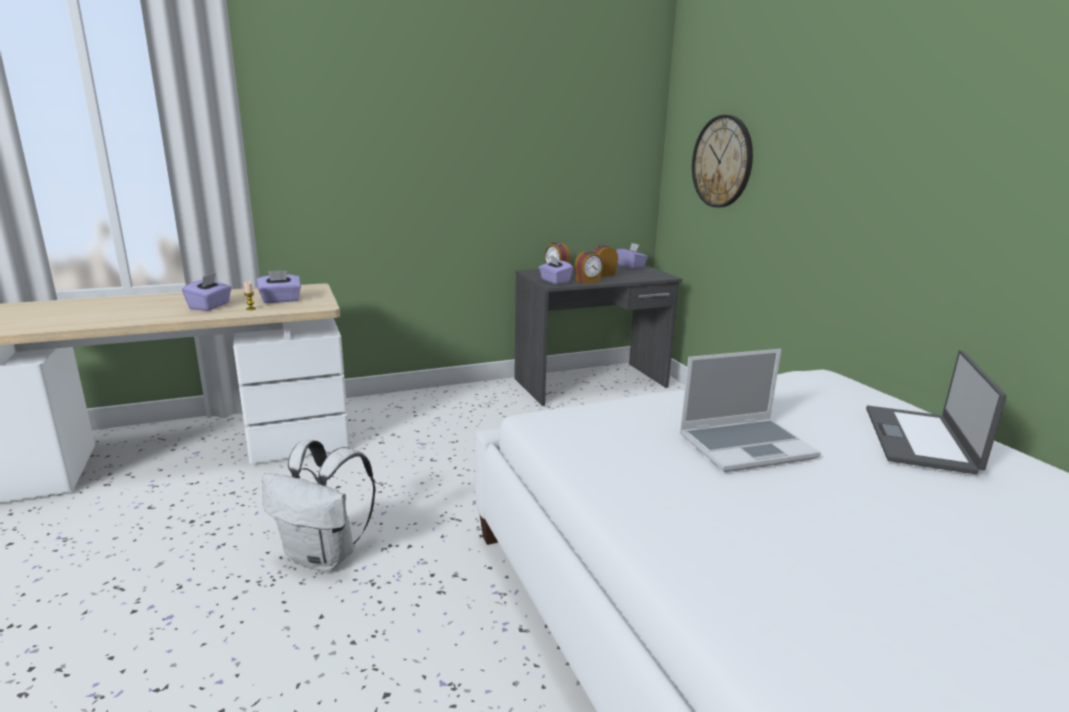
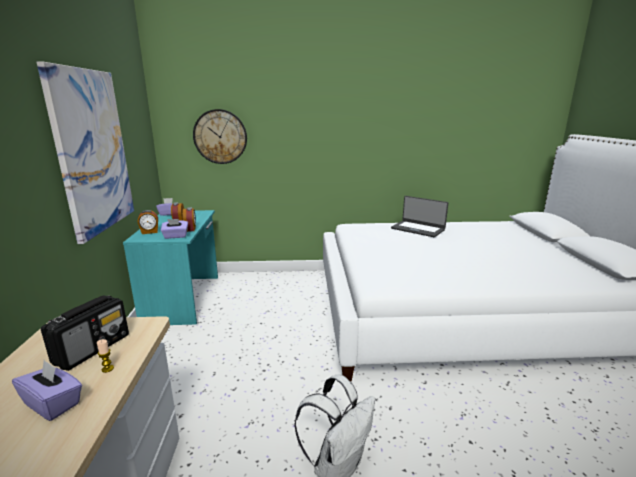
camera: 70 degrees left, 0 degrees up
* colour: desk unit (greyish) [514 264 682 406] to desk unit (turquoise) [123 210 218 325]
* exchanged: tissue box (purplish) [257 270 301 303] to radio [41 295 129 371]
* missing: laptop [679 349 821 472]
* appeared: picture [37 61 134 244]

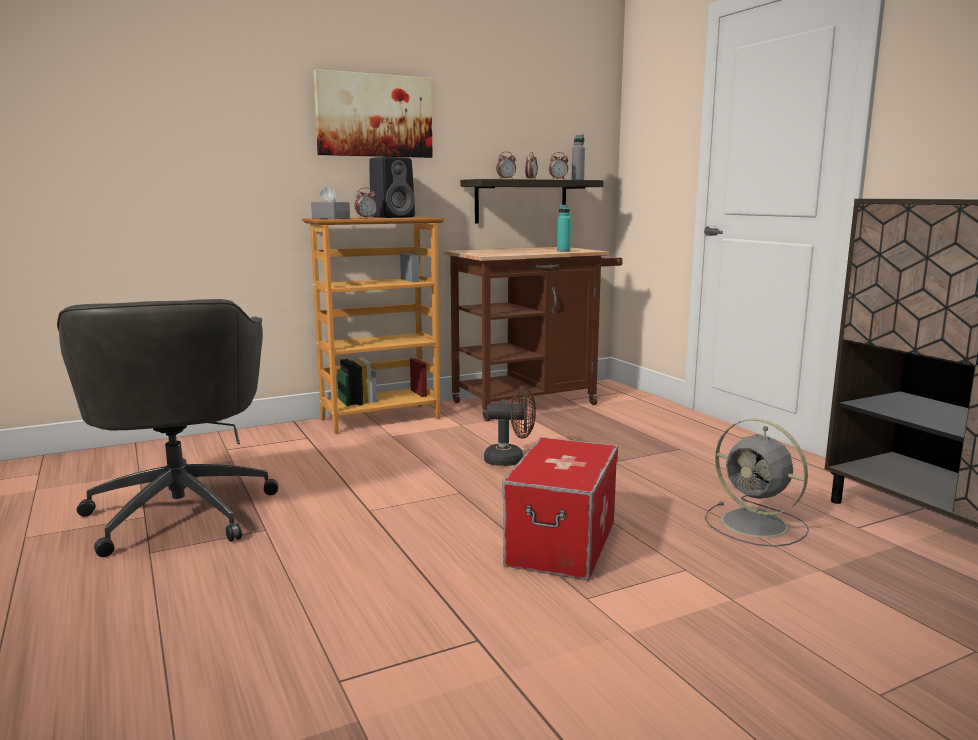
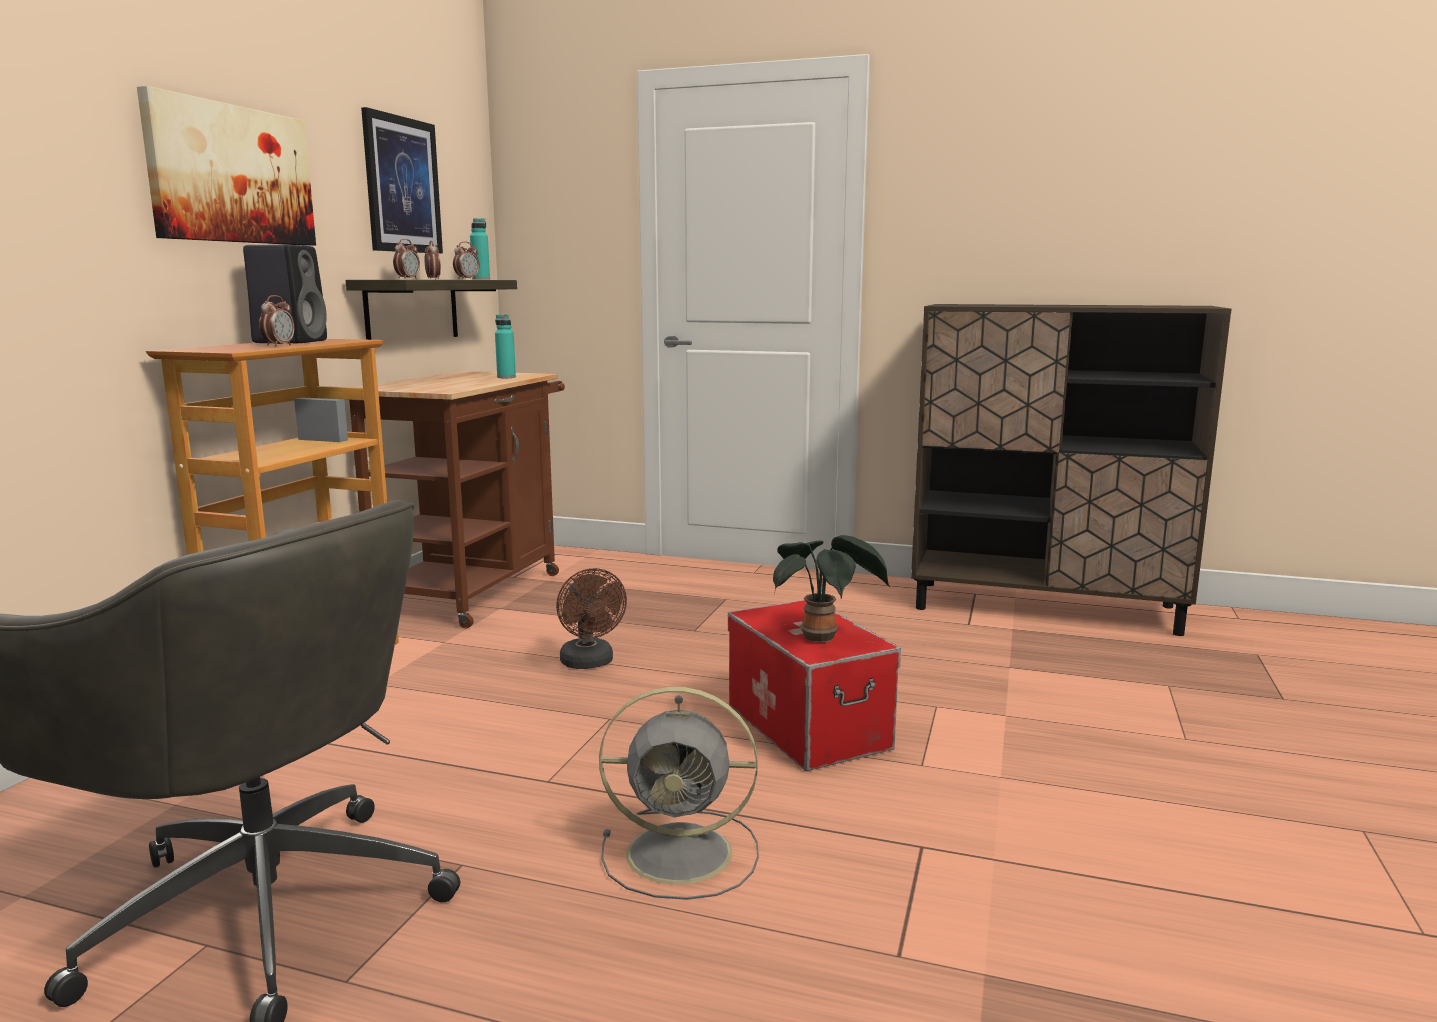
camera: 45 degrees left, 0 degrees up
* colour: bottle (greyish) [571 135 585 180] to bottle (turquoise) [470 218 490 280]
* missing: tissue box (greyish) [311 186 350 219]
* spun: cooling fan (brown-coloured) [484 386 536 466] = [556 568 627 669] 105 degrees clockwise
* relocated: cooling fan (greyish) [705 419 809 547] to [599 687 759 900]
* appeared: picture [361 107 443 254]
* appeared: houseplant [773 535 890 643]

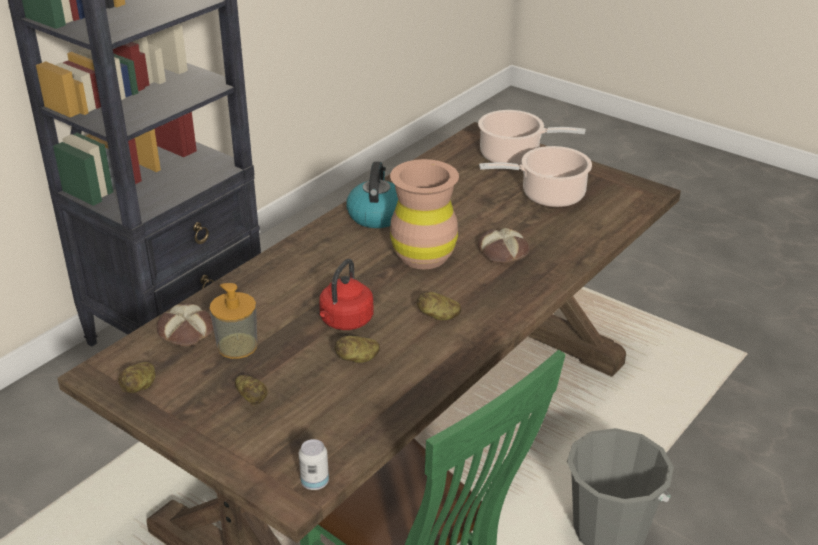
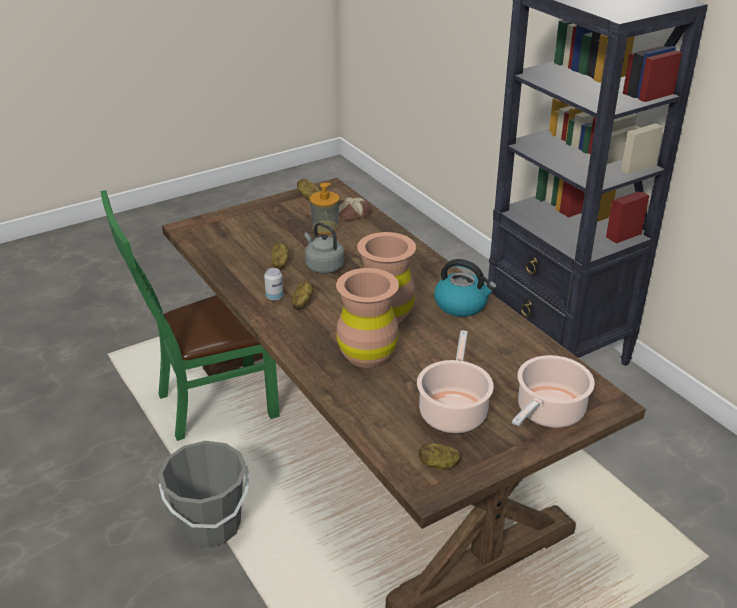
camera: 110 degrees right, 0 degrees up
* exchanged: bread [478 228 530 263] to flower vase (brown-coloured) [336 268 399 368]
* colour: kettle (reddish) [319 259 374 330] to kettle (greyish) [304 222 344 274]
* relocated: spud [235 375 268 406] to [419 443 461 470]
* relocated: sealed can [299 439 329 490] to [264 268 283 301]

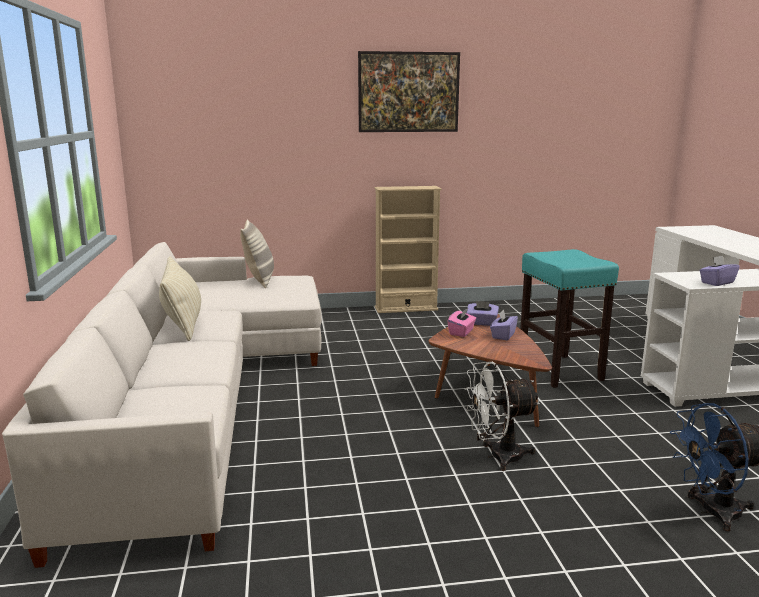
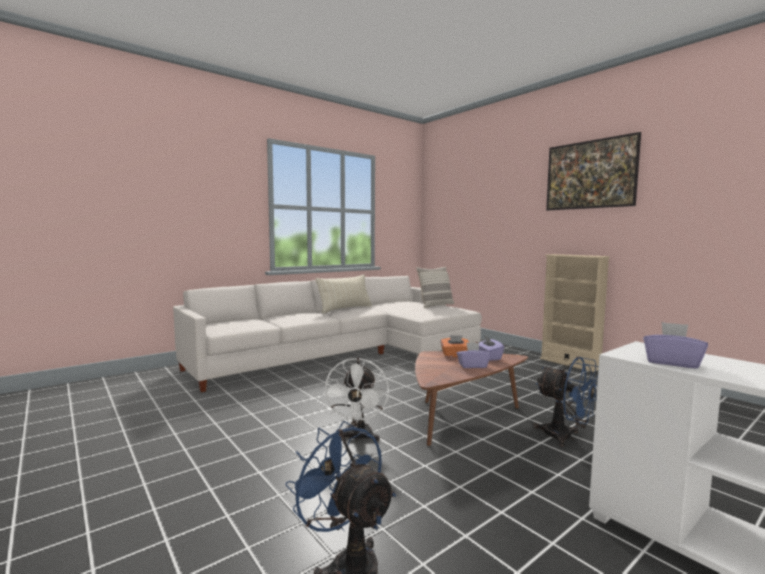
camera: 60 degrees right, 10 degrees down
* exchanged: stool seat (turquoise) [520 249 619 388] to cooling fan (bluish) [533 357 599 447]
* colour: tissue box (pinkish) [448 308 476 337] to tissue box (orangey) [441 335 469 357]
* spun: cooling fan (whitish) [465 361 540 471] = [323 358 389 442] 135 degrees counterclockwise

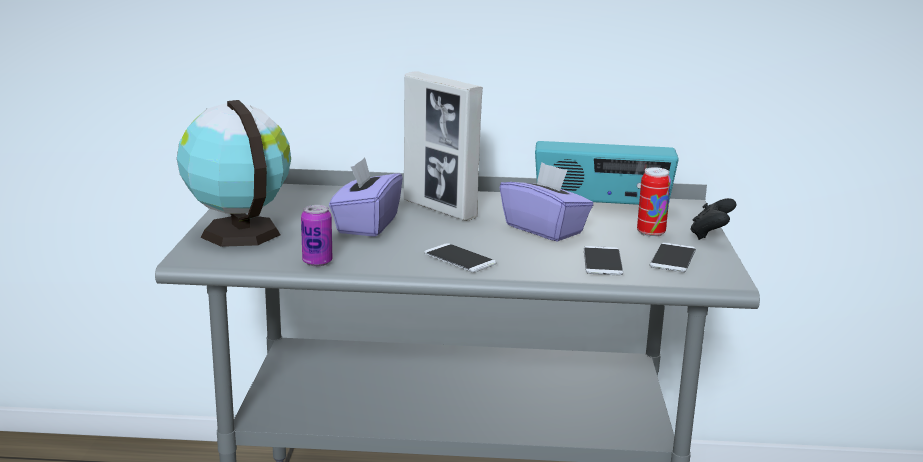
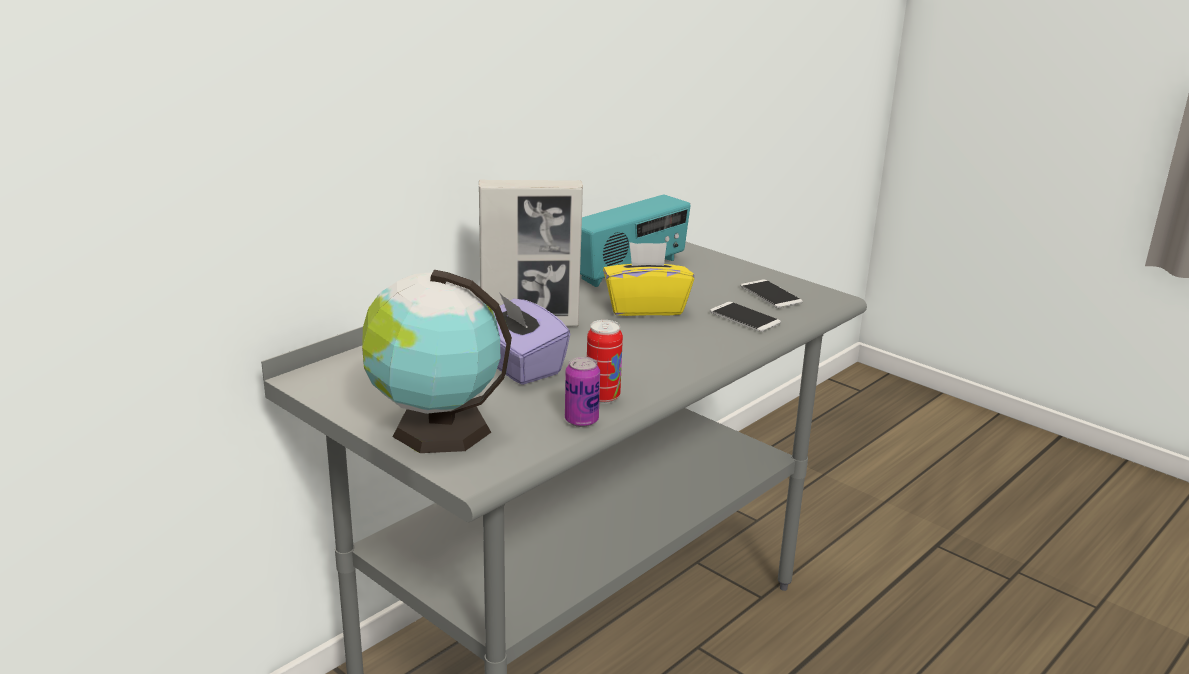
camera: 50 degrees left, 5 degrees up
* colour: tissue box (purplish) [500 162 594 242] to tissue box (yellowish) [603 242 694 316]
* relocated: sealed can [637 167 671 237] to [587 320 623 404]
* missing: game controller (black-coloured) [690 198 736 240]
* missing: phone [424 243 496 272]

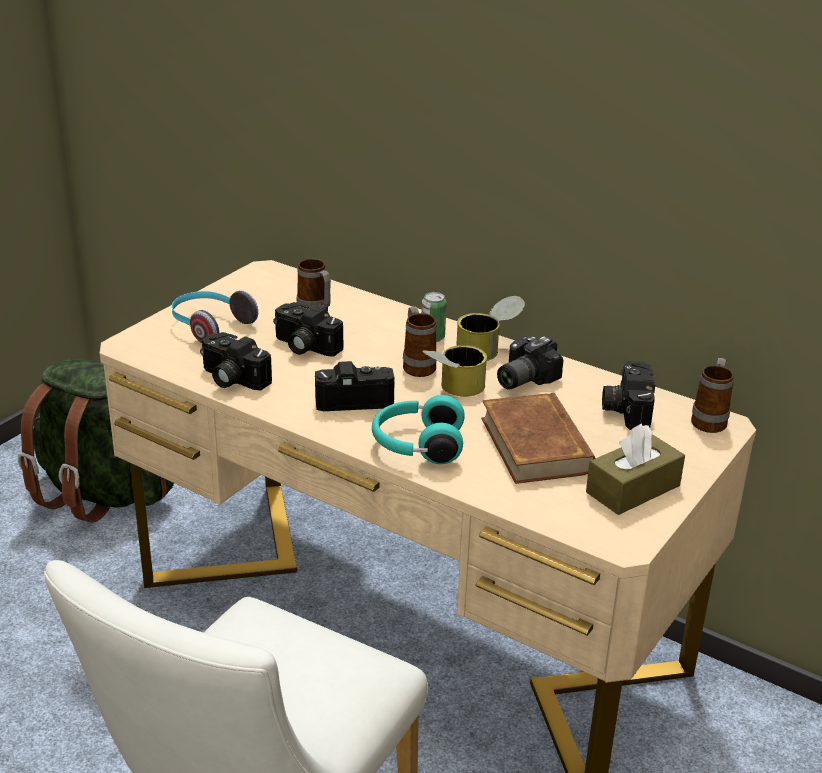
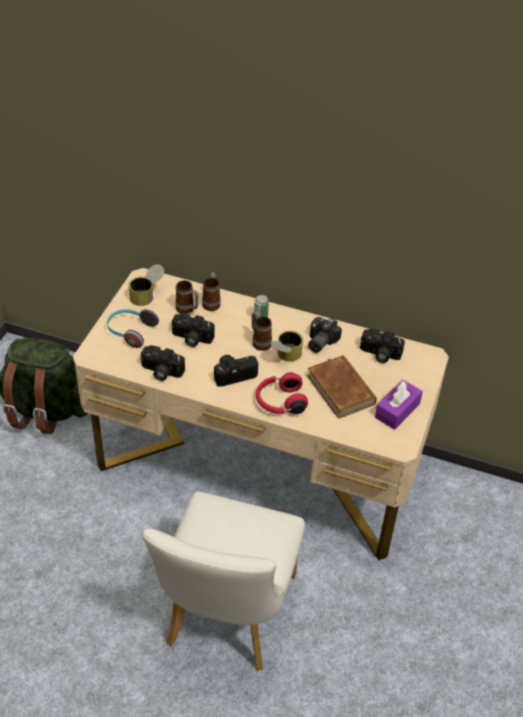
camera: 15 degrees left, 15 degrees up
* relocated: sealed can [456 296 525 361] to [128 264 165 306]
* relocated: coffee mug [691 358 734 433] to [202 272 221 311]
* spun: still camera [602 361 655 430] = [360 328 405 363] 60 degrees counterclockwise
* colour: pair of headphones (turquoise) [372 395 465 464] to pair of headphones (reddish) [256 372 308 414]
* colour: tissue box (brown-coloured) [586 423 685 515] to tissue box (purplish) [375 380 423 430]

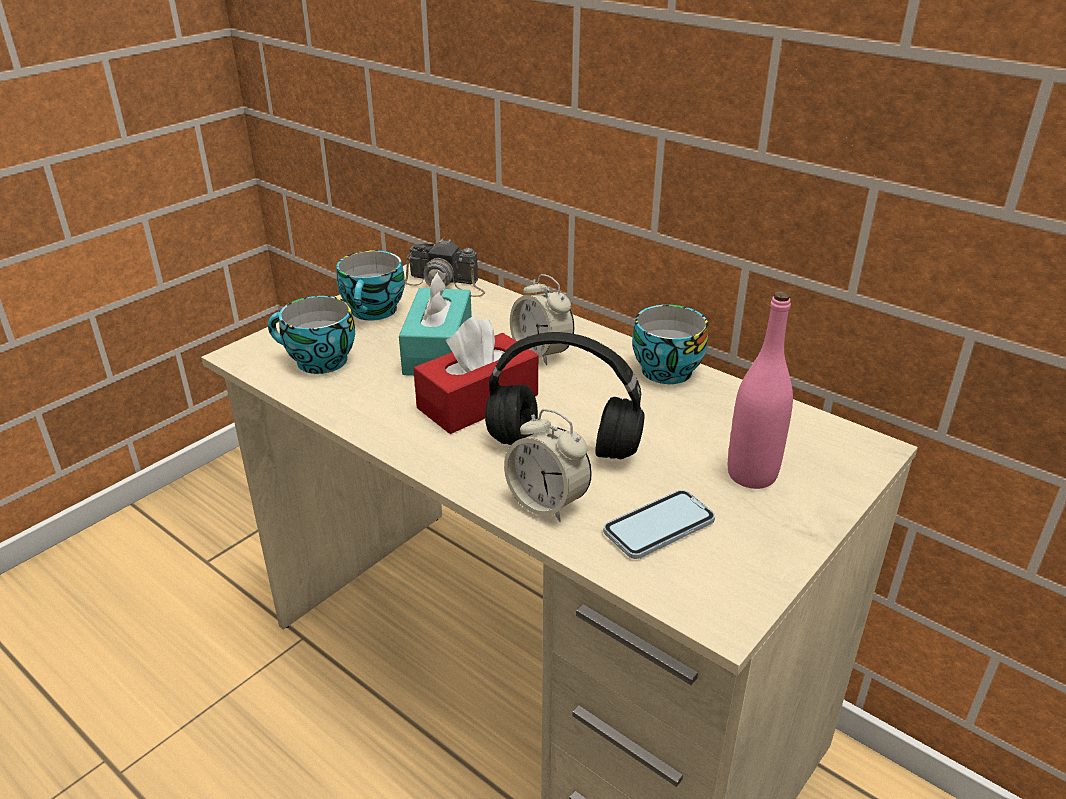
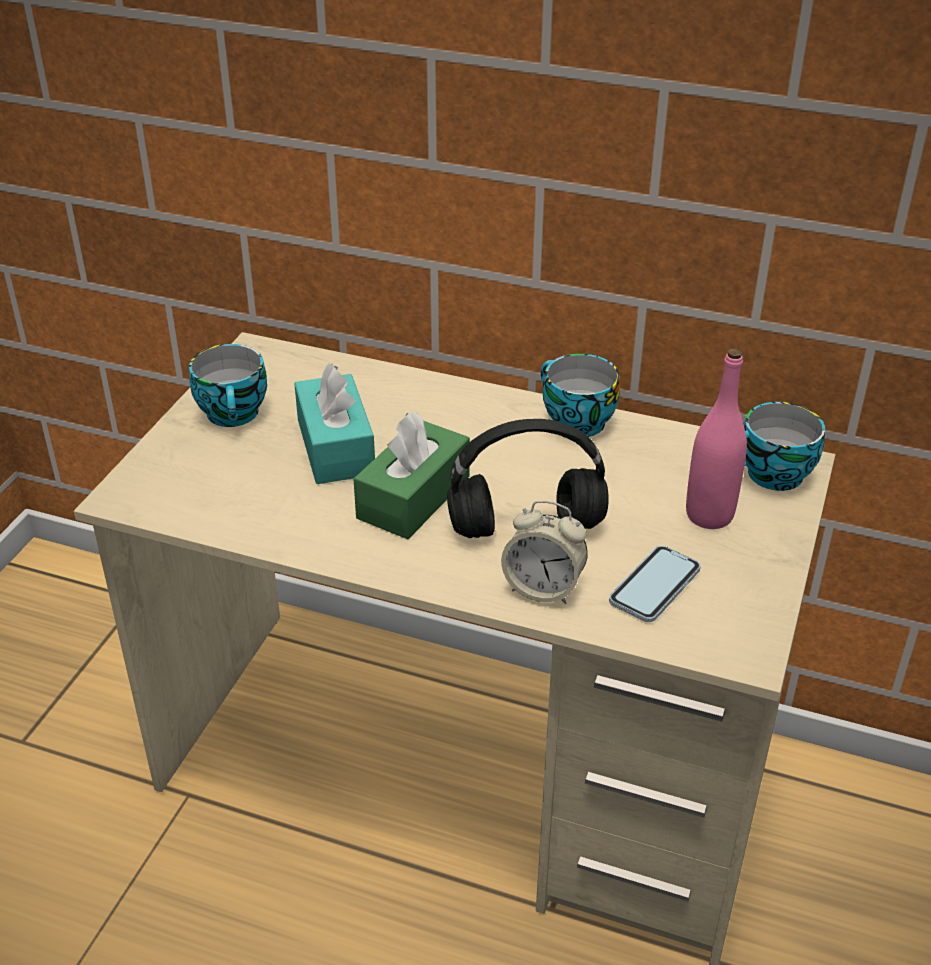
camera: 20 degrees left, 5 degrees up
* missing: still camera [405 238 485 297]
* missing: bedside clock [510 274 574 366]
* relocated: drinking cup [268 296 355 374] to [744 402 825 491]
* colour: tissue box (reddish) [413 316 538 434] to tissue box (green) [354 412 470 539]

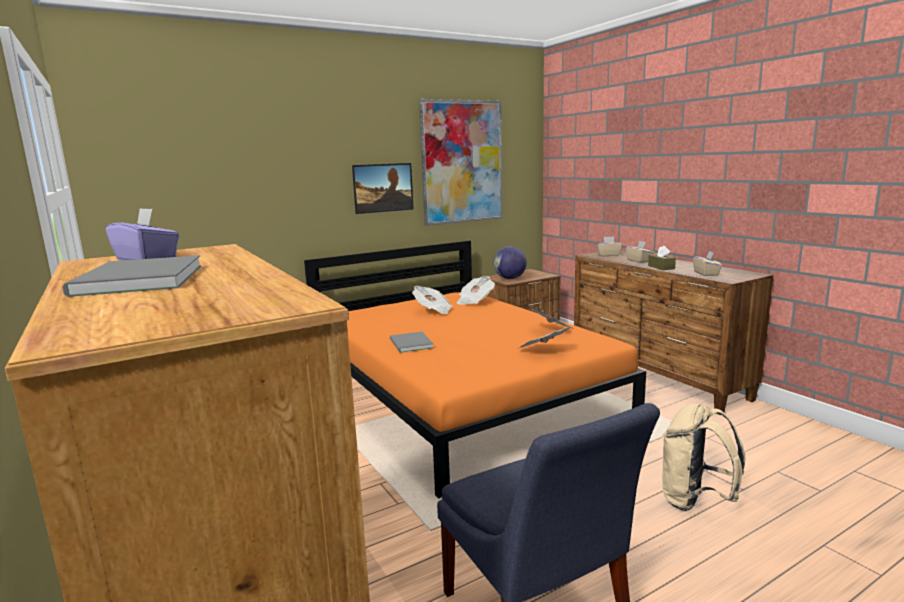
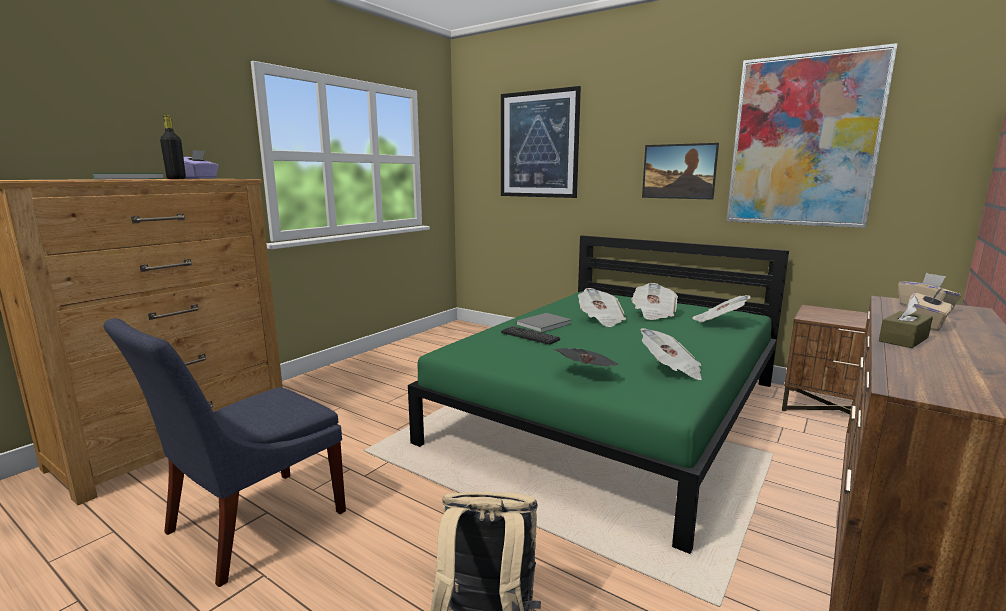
camera: 65 degrees right, 0 degrees up
* colour: sleeping bed (orangey) [304 241 646 498] to sleeping bed (green) [408 235 789 554]
* missing: desk globe [494 246 527 279]
* missing: tissue box (beige-coloured) [693 251 722 276]
* appeared: picture [501 86 581 198]
* appeared: bottle (black-coloured) [160 115 186 179]
* appeared: daily paper [578 288 626 327]
* appeared: keyboard [501 326 560 345]

